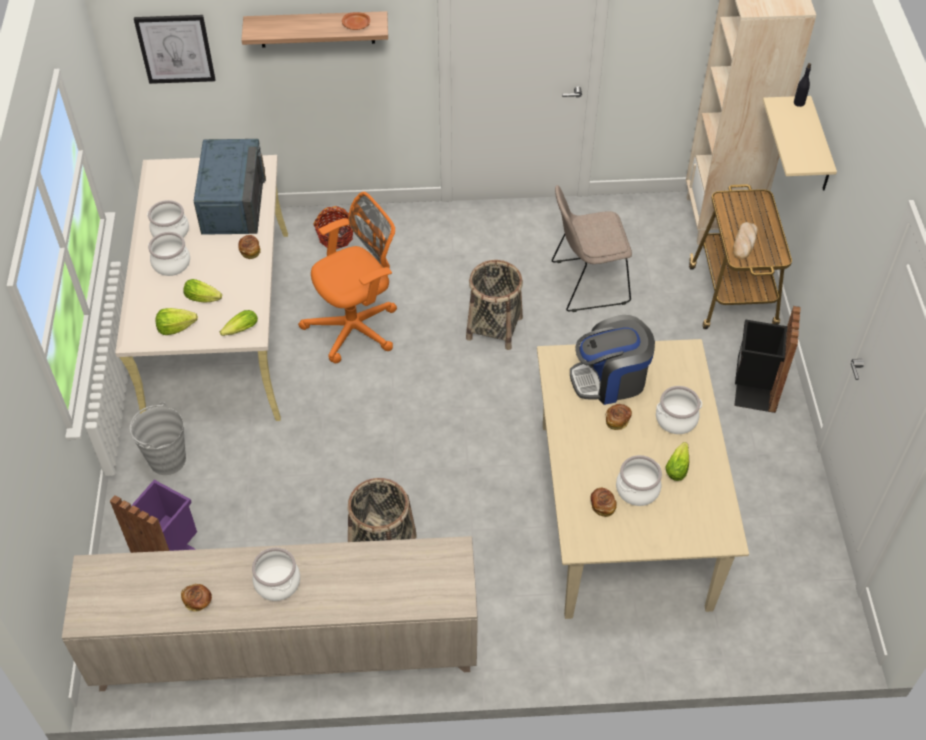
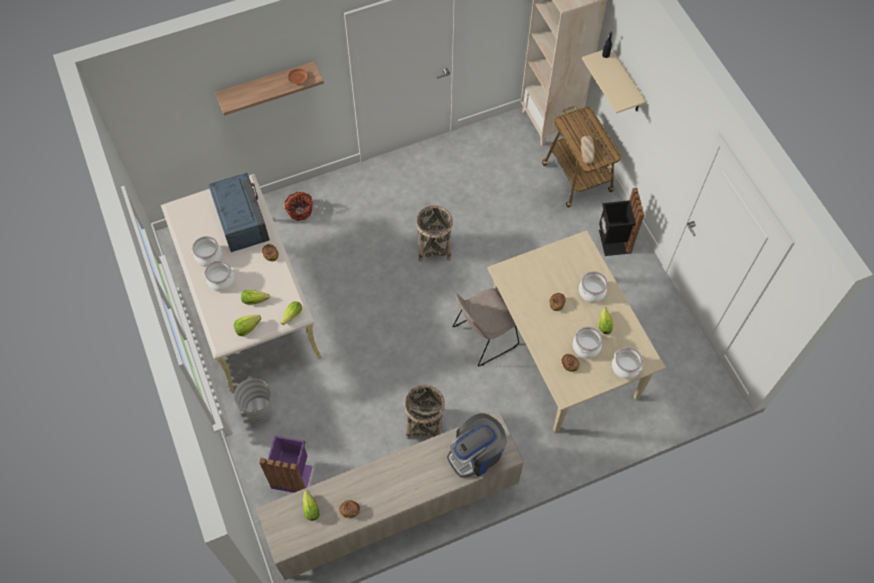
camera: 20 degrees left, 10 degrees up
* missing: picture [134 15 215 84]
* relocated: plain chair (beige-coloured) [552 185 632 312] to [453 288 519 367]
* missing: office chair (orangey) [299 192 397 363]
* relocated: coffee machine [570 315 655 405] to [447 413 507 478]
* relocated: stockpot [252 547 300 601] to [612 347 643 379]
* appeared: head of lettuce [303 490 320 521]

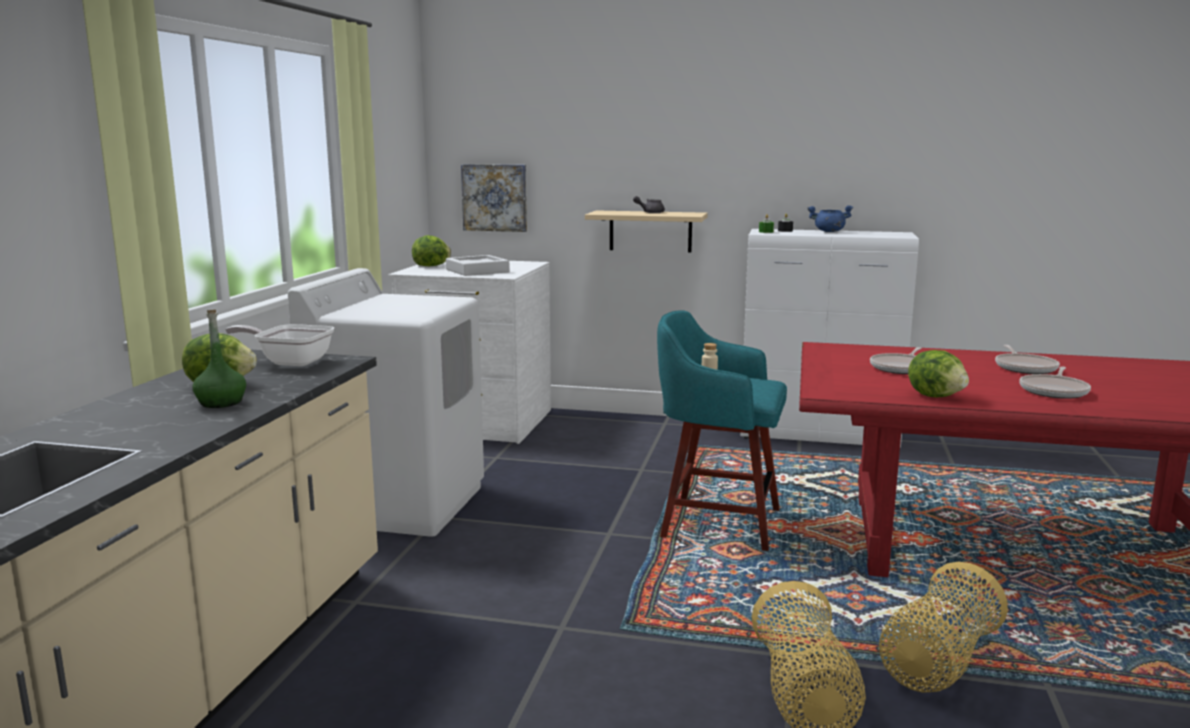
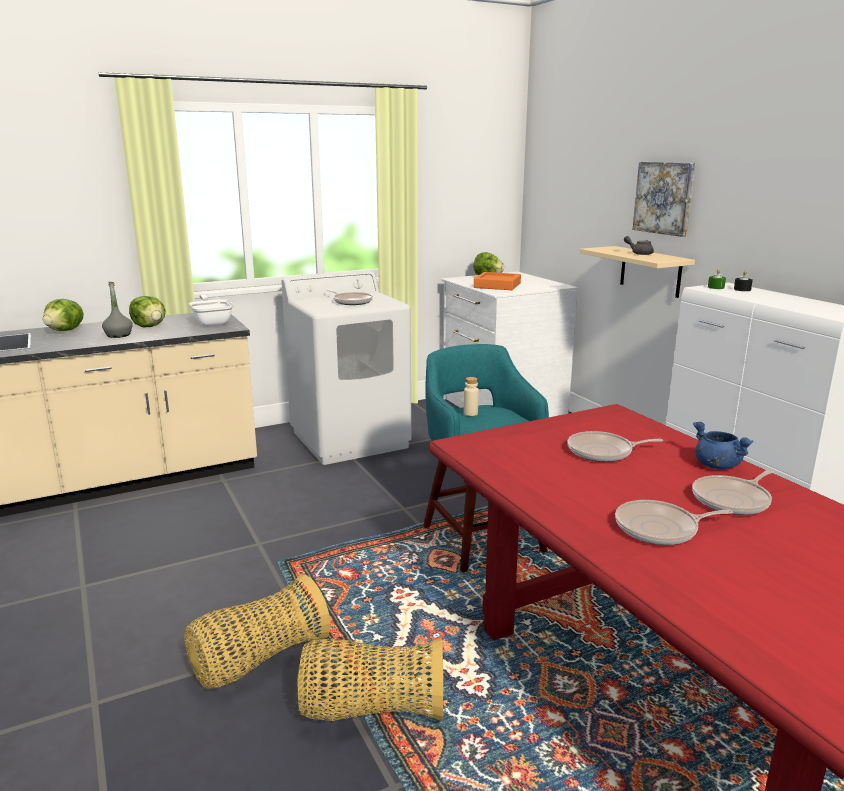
camera: 50 degrees right, 5 degrees up
* relocated: picture [461 164 527 232] to [633 162 695 237]
* relocated: stockpot (bluish) [807 205 853 232] to [693 422 754 470]
* colour: serving tray (greyish) [446 255 510 276] to serving tray (orangey) [474 272 521 290]
* colour: bottle (green) [193 310 246 408] to bottle (greyish) [102 282 133 338]
* relocated: head of lettuce [908 350 969 397] to [43 299 83 331]
* appeared: pan [326 290 373 305]

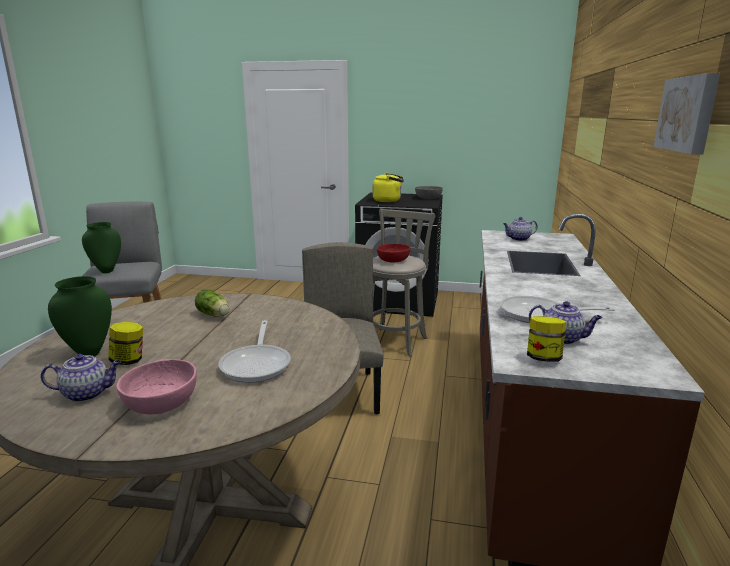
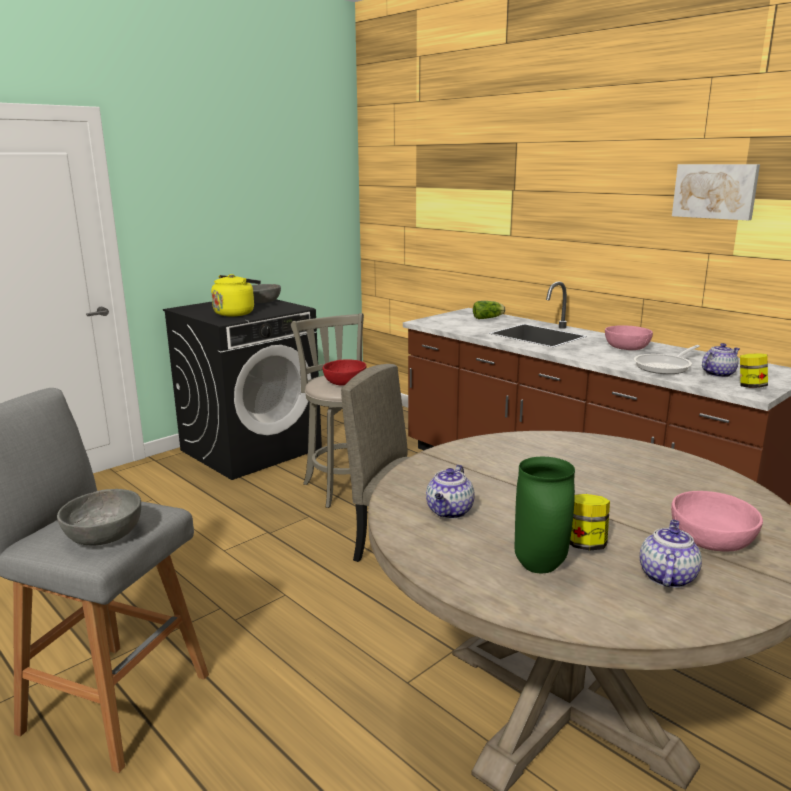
camera: 55 degrees left, 0 degrees up
* relocated: tea pot [503 217 538 241] to [426 465 474 519]
* exchanged: flower vase (green) [82 222 121 273] to deep dish (greyish) [57 489 141 546]
* relocated: head of lettuce [195 289 229 317] to [473 301 505 319]
* missing: pan [218 320 291 383]
* appeared: deep dish (pinkish) [605 325 653 350]

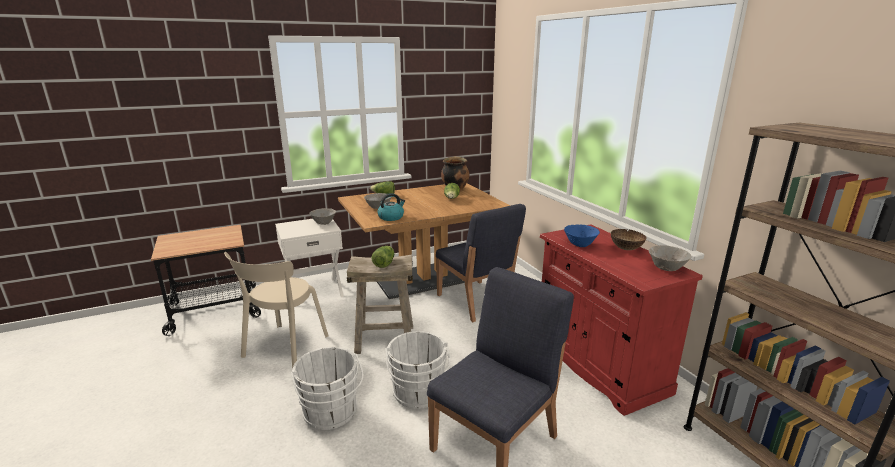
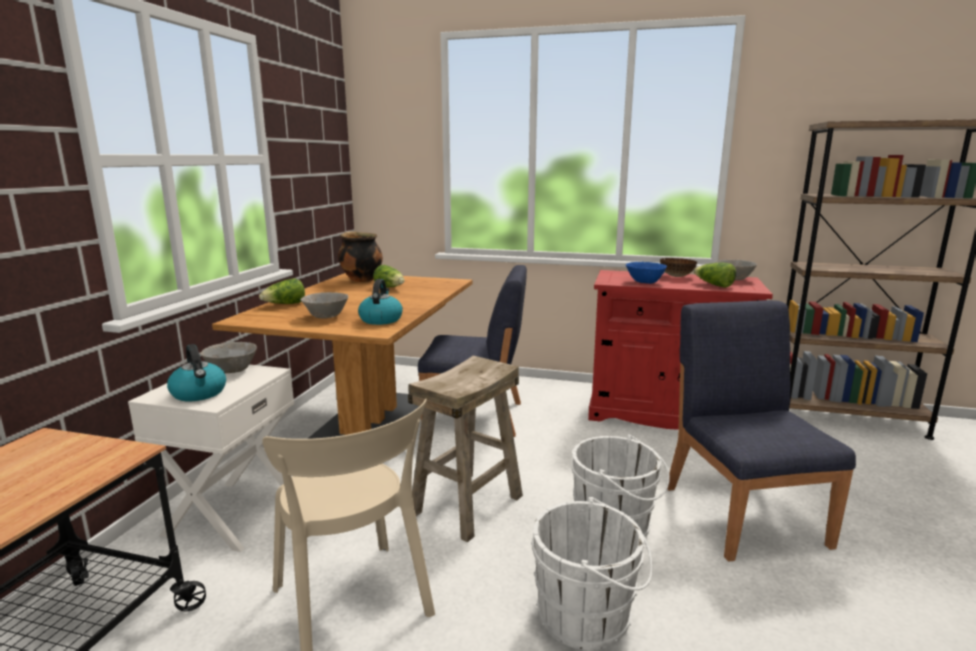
camera: 50 degrees left, 5 degrees down
* relocated: head of lettuce [371 246 395 268] to [693 263 736 288]
* appeared: kettle [167 344 226 401]

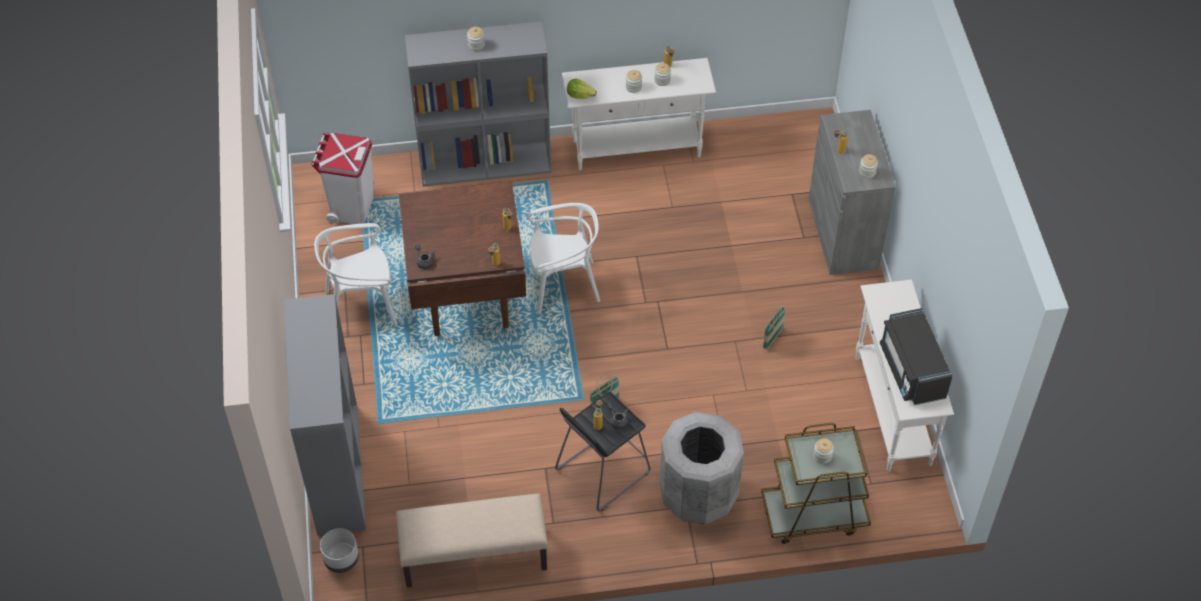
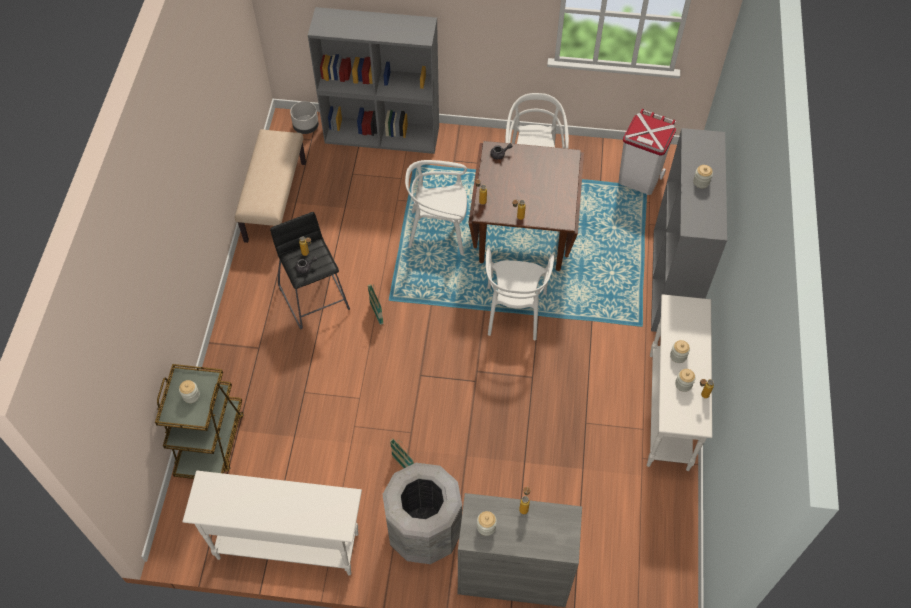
camera: 105 degrees right, 5 degrees up
* missing: head of lettuce [567 78 597 99]
* missing: kitchen microwave (black-coloured) [880 308 952 406]
* relocated: waste bin (greyish) [660 412 744 525] to [382 463 462 564]
* appeared: plain chair (whitish) [405 160 467 255]

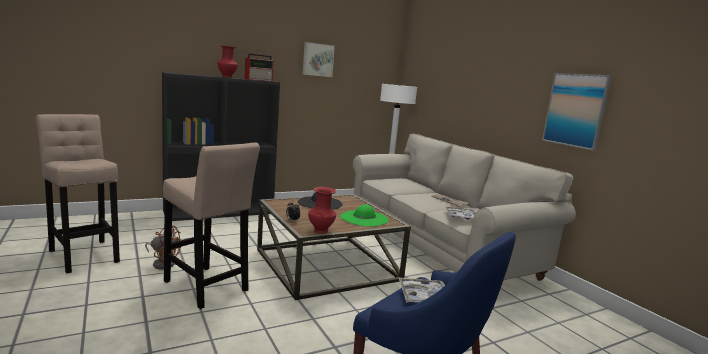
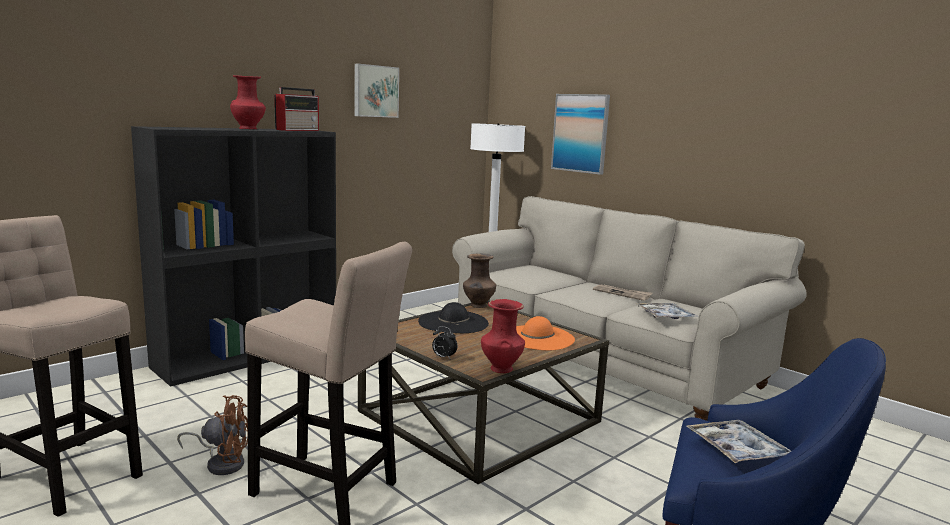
camera: 15 degrees left, 0 degrees up
* relocated: picture [542 73 612 151] to [551 94 610 175]
* colour: hat (green) [340 205 389 226] to hat (orangey) [516 316 575 351]
* appeared: flower vase (brown-coloured) [463 254 496 308]

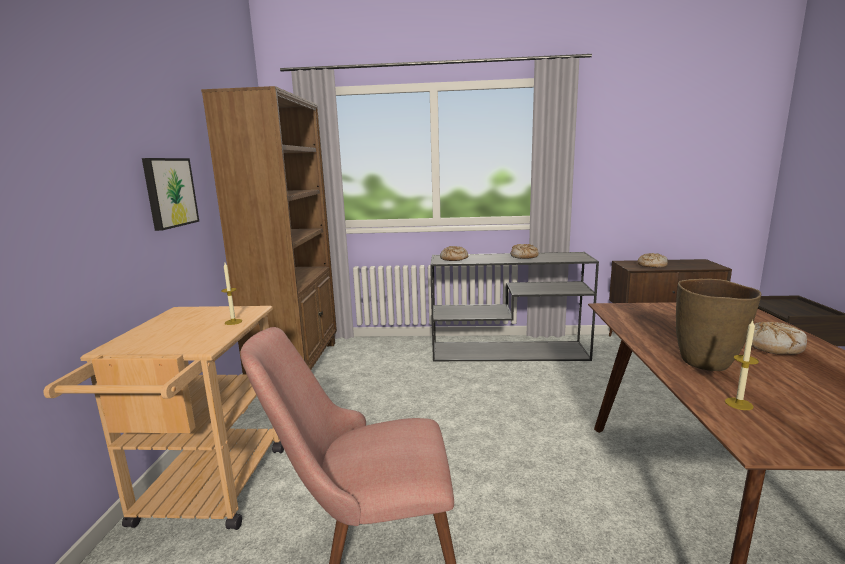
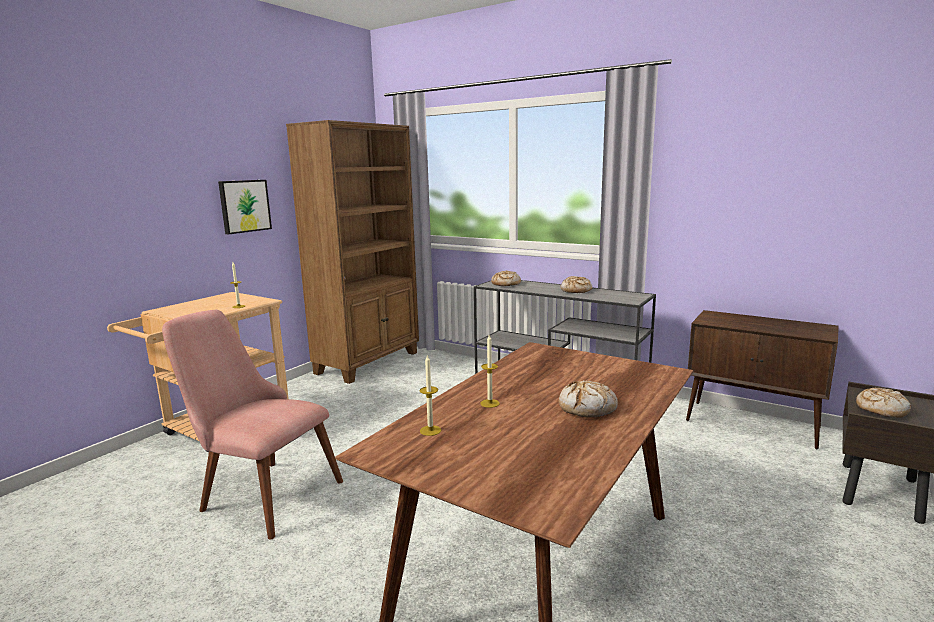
camera: 30 degrees right, 0 degrees up
* relocated: bread [637 253 668 268] to [856 388 911 418]
* exchanged: flower vase (brown-coloured) [676 279 761 371] to candle [480 335 500 408]

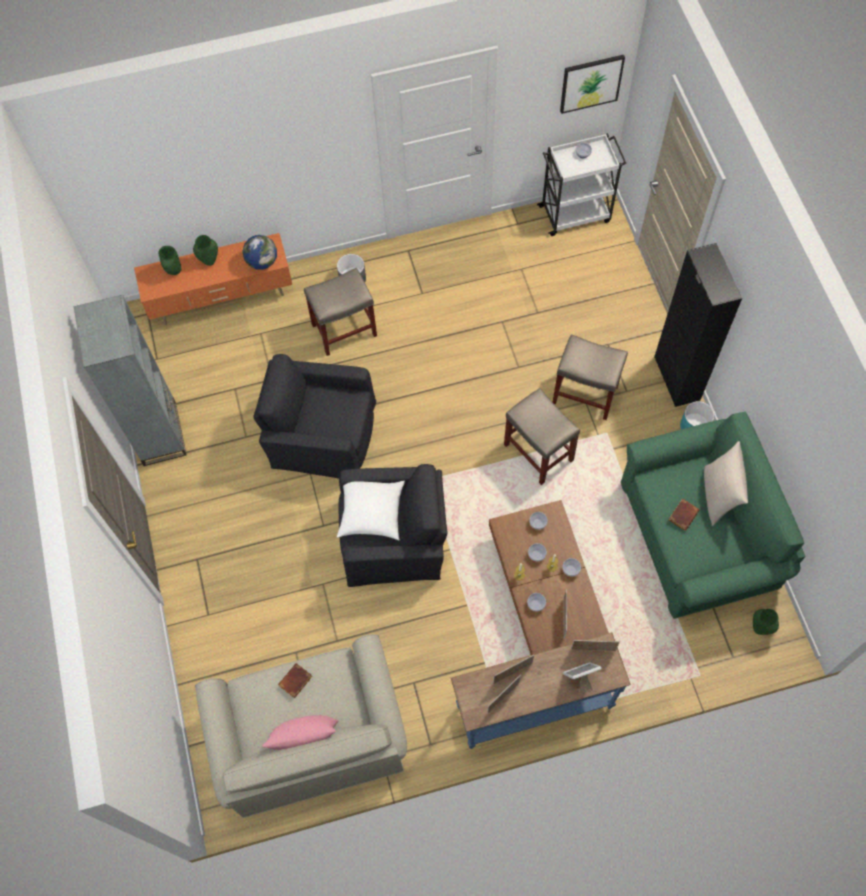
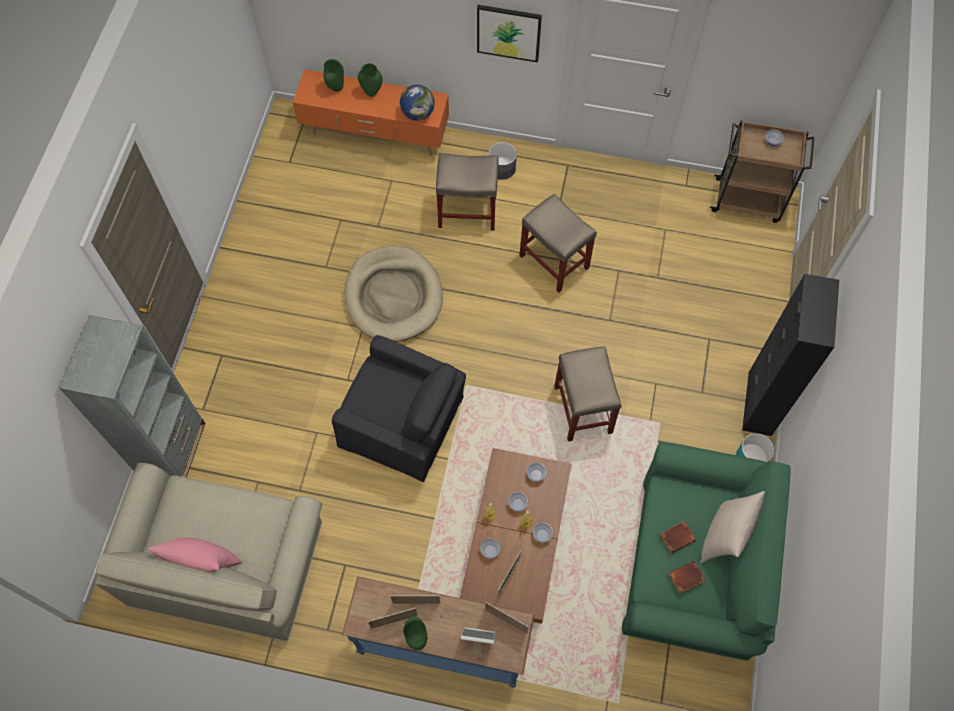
camera: 25 degrees right, 0 degrees up
* relocated: picture [560 55 625 114] to [477 5 542 63]
* colour: wheeled cart (whitish) [537 133 626 236] to wheeled cart (brown-coloured) [710 120 814 223]
* relocated: bookcase (greyish) [73 295 186 466] to [59 315 205 477]
* relocated: stool seat (beige-coloured) [553 334 628 420] to [519 194 597 293]
* exchanged: armchair (black-coloured) [253 354 376 478] to dog cushion (beige-coloured) [345 246 443 342]
* missing: pillow (whitish) [337 481 405 540]
* relocated: flower vase (green) [753 609 779 635] to [403 616 428 650]
* relocated: volume (brown-coloured) [278 663 313 699] to [669 561 706 594]

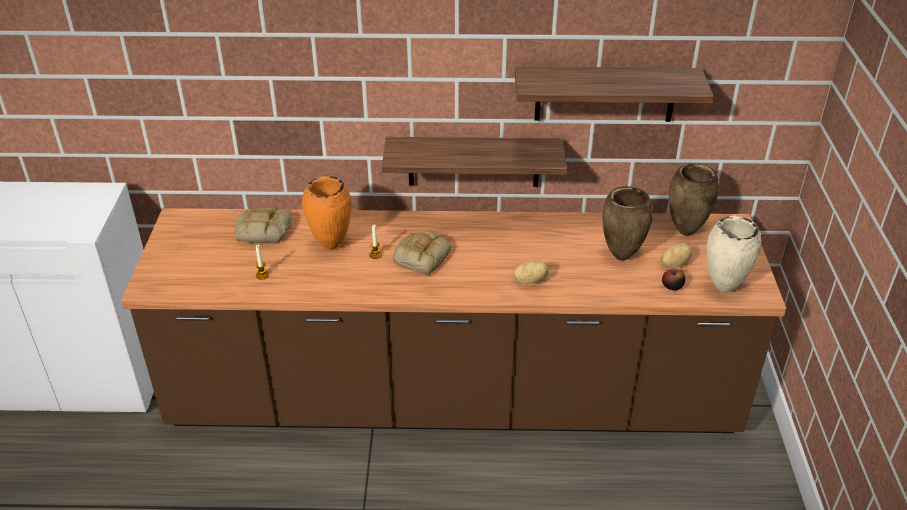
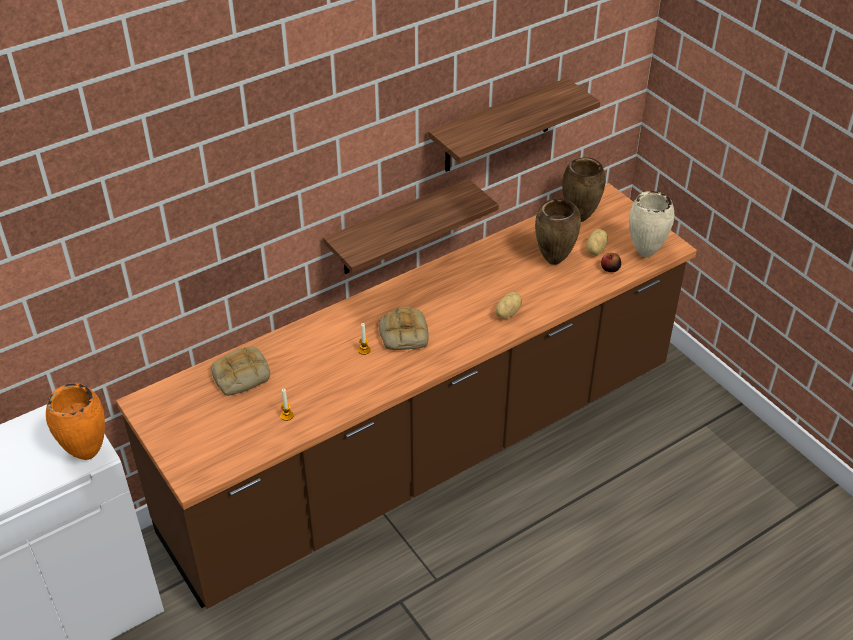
camera: 35 degrees left, 5 degrees up
* relocated: flower vase (orangey) [302 176 351 250] to [46 383 105 460]

